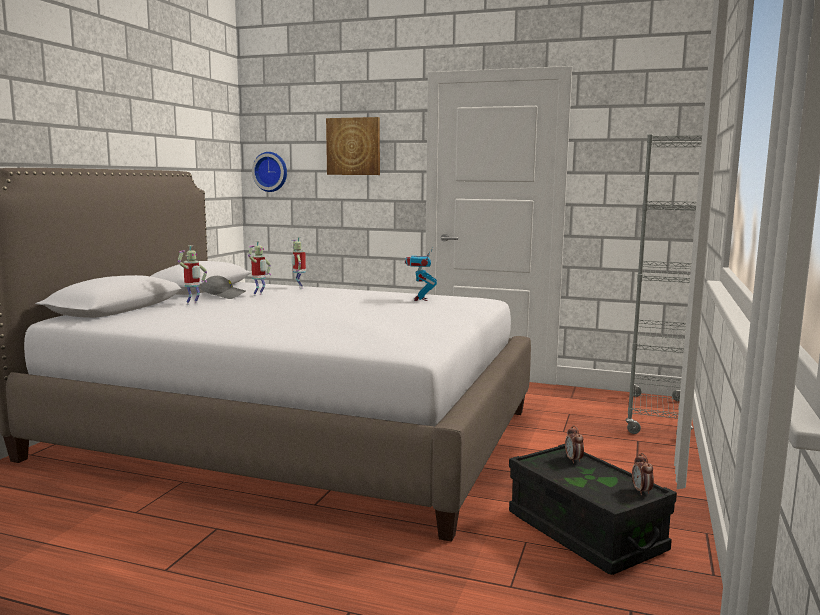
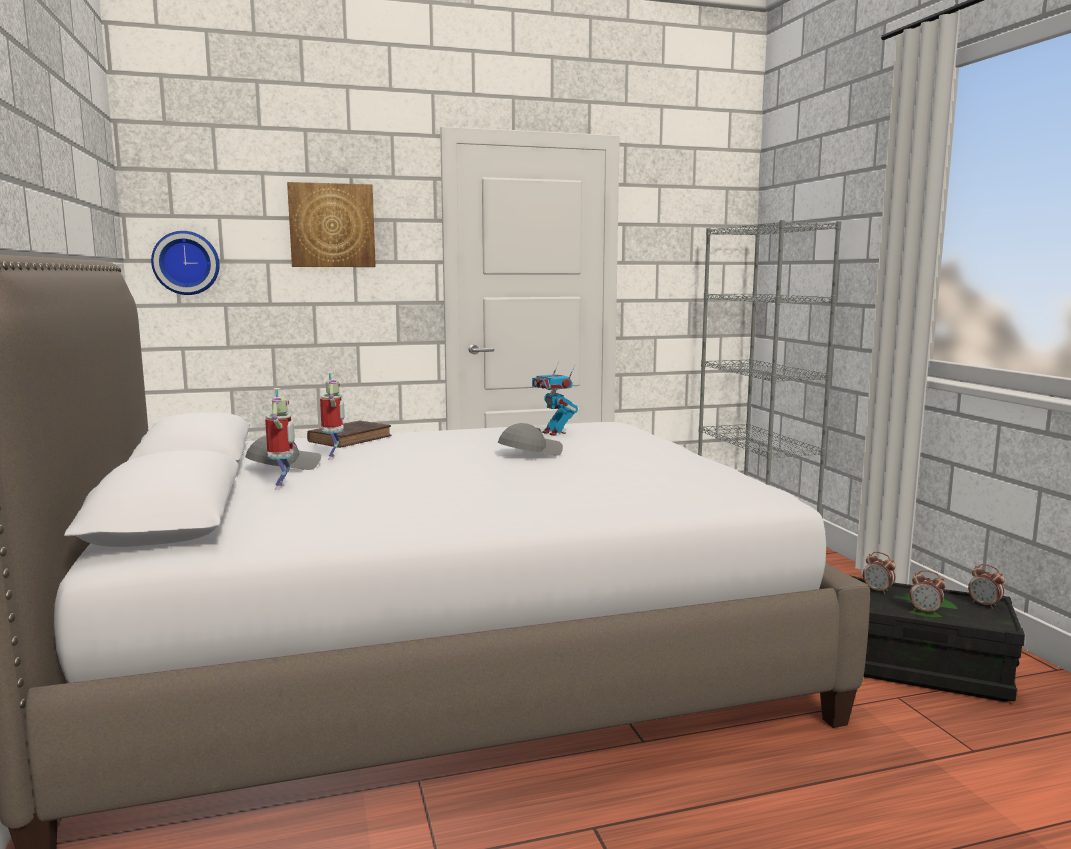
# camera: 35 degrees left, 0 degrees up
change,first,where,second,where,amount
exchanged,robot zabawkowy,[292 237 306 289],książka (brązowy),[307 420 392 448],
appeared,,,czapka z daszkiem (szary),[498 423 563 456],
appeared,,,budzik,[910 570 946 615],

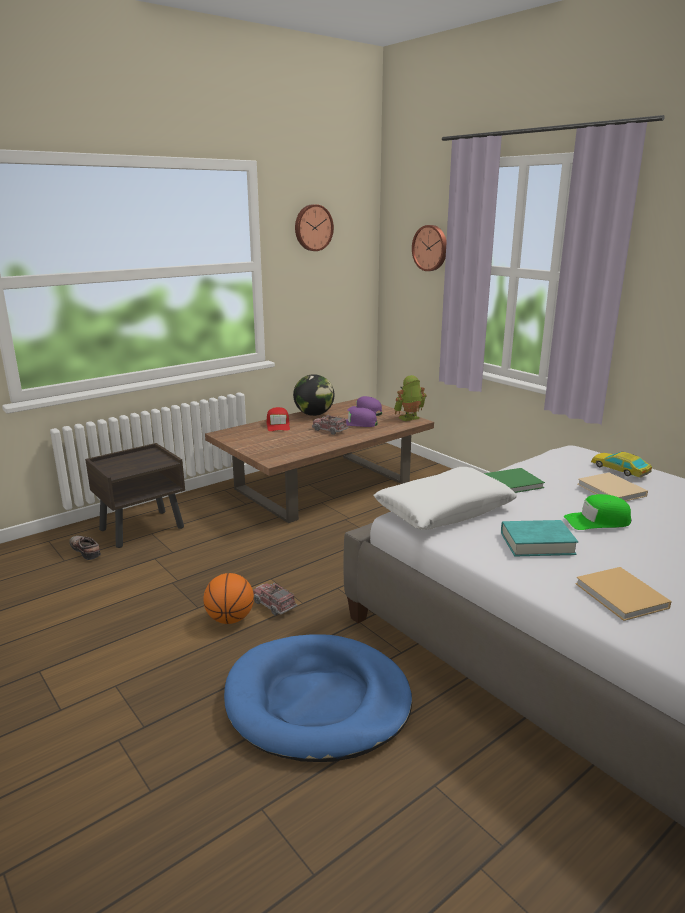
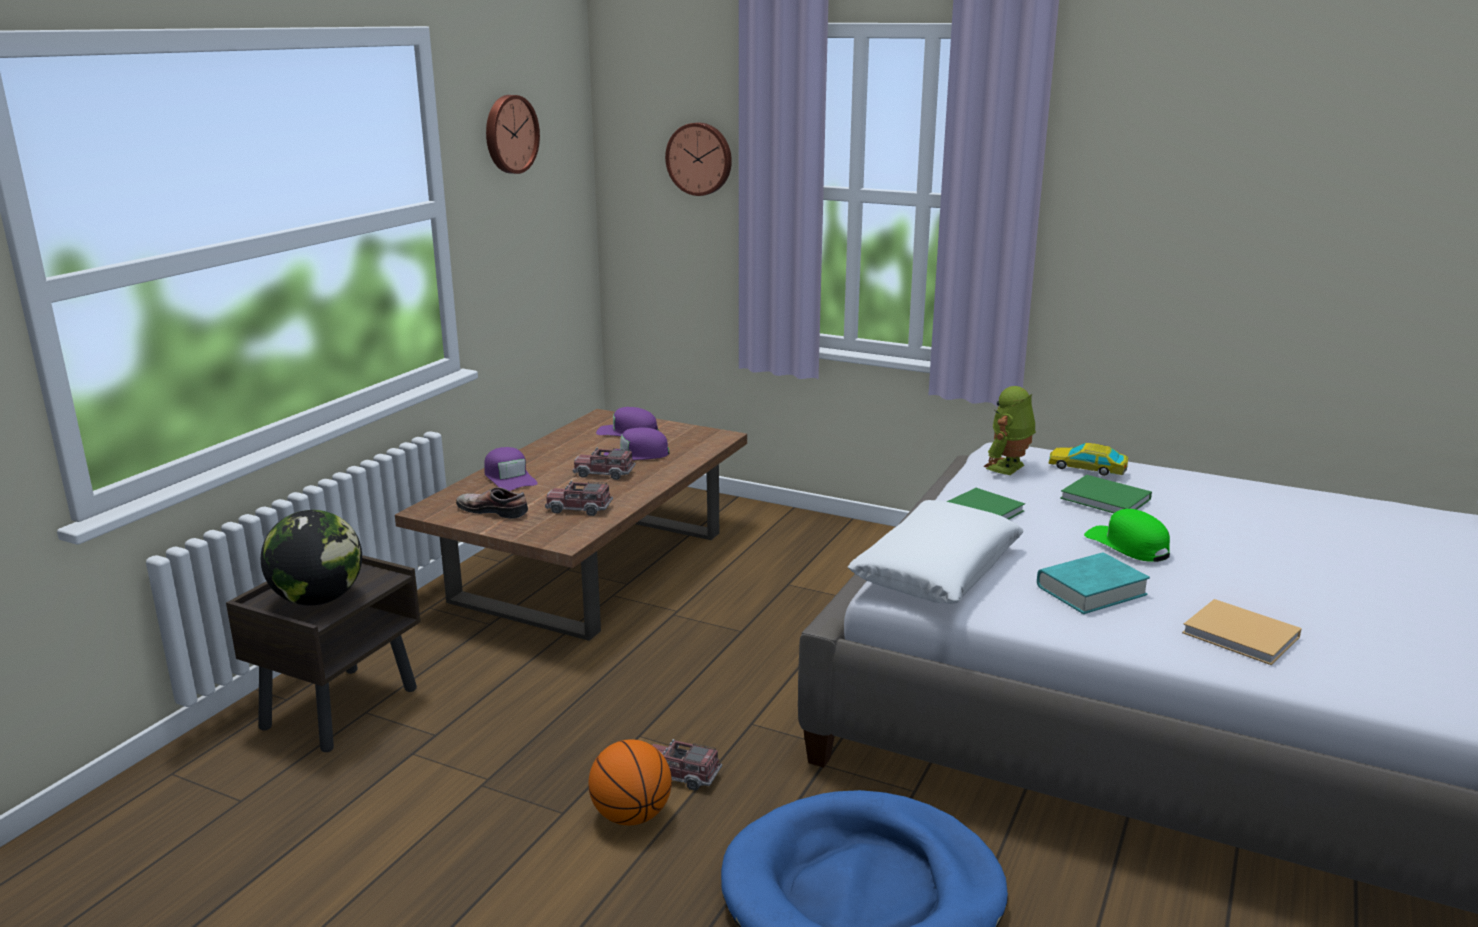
# camera: 25 degrees left, 0 degrees up
change,first,where,second,where,amount
relocated,but,[70 536 101 560],,[456 487 528 518],
colour,czapka z daszkiem (czerwony),[267 407 290 431],czapka z daszkiem (fioletowy),[484 447 538 491],
relocated,globus,[293 374 334 416],,[261 510 362 606],
relocated,robot zabawkowy,[394 375 427 421],,[984 386 1036 475],
spun,czapka z daszkiem (zielony),[564 494 631 530],,[1084 509 1170 562],90 degrees clockwise
colour,książka (beżowy),[577 472 648 501],książka (zielony),[1060 475 1152 513],
appeared,,,ciężarówka zabawkowa,[545 480 613 516],

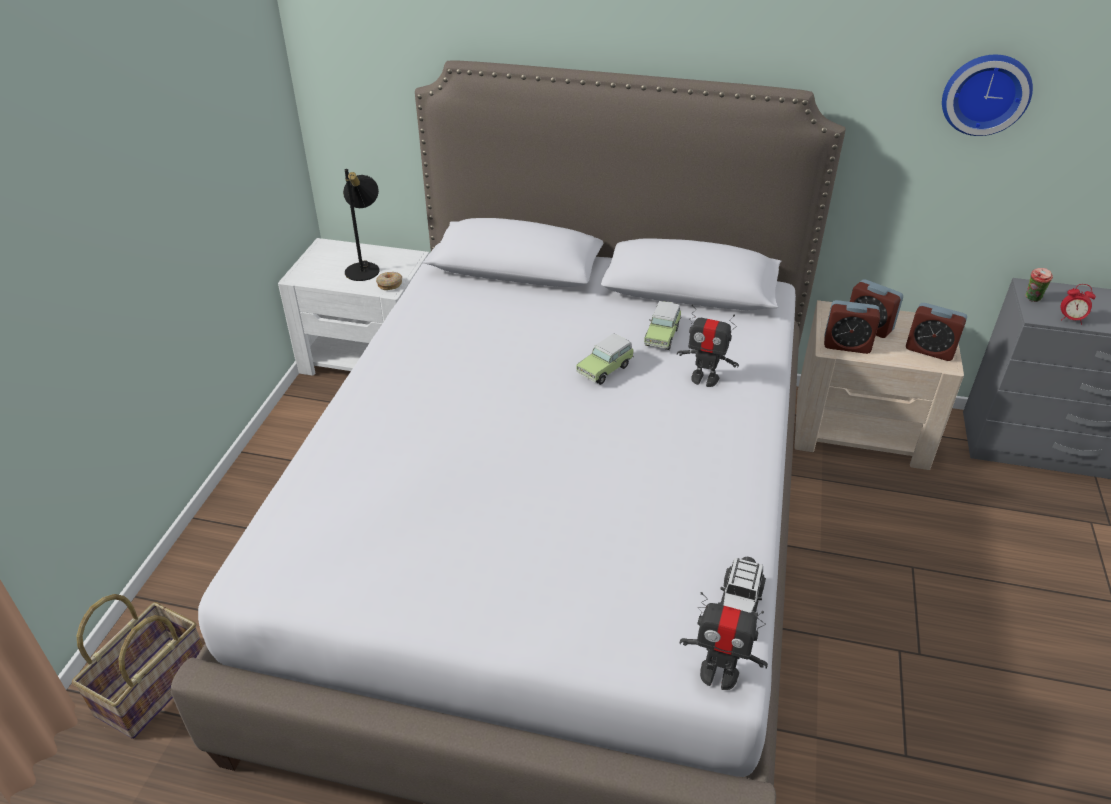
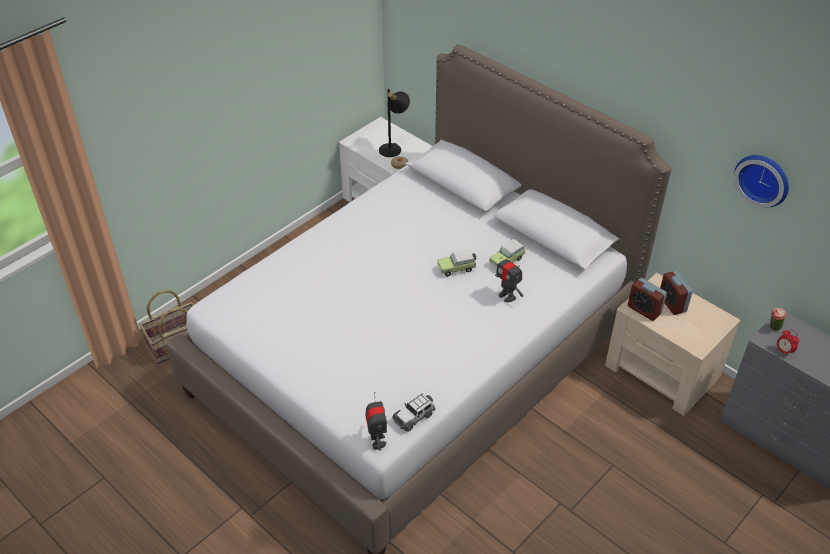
# camera: 30 degrees right, 5 degrees up
change,first,where,second,where,amount
spun,robot zabawkowy,[680 592 768 690],,[365 392 387 450],150 degrees counterclockwise
missing,budzik,[906 303 967 361],,,

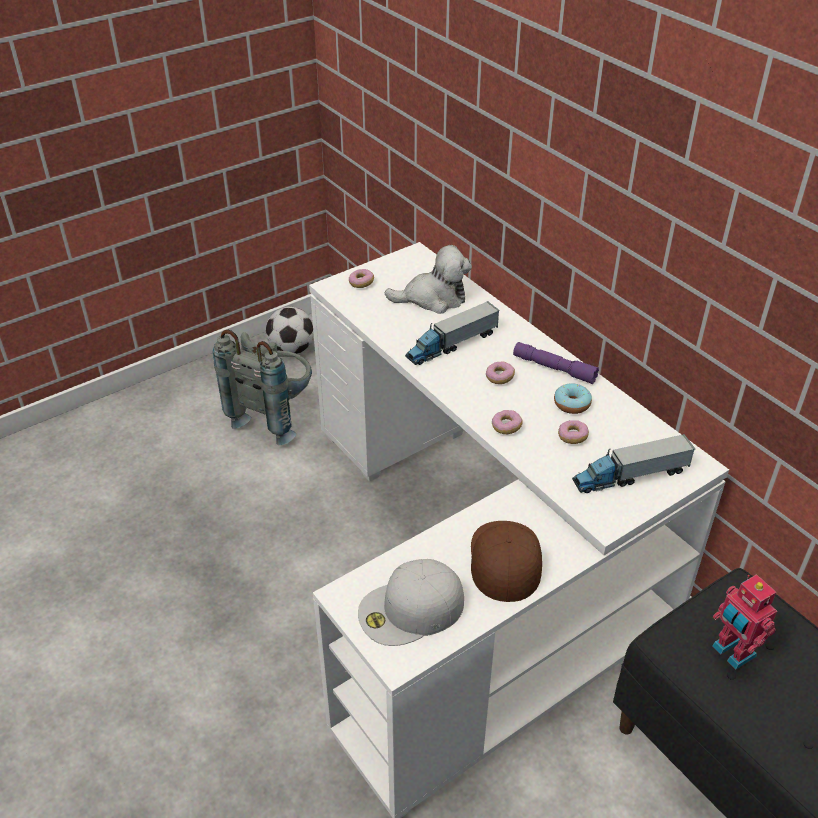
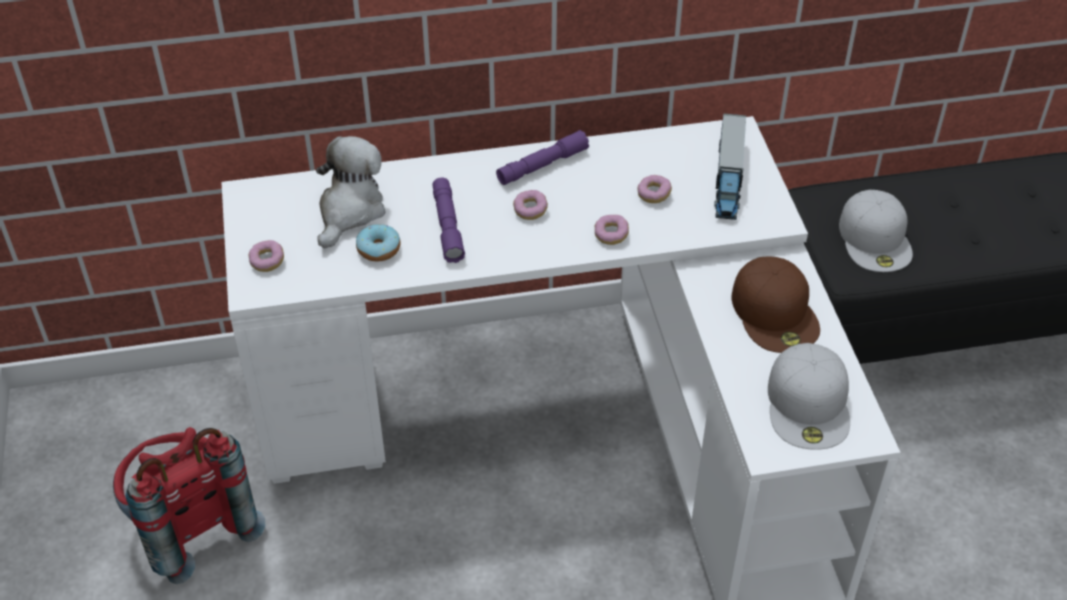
# camera: 65 degrees left, 5 degrees up
change,first,where,second,where,amount
colour,plecak (szary),[213 330 312 445],plecak (czerwony),[113 427 265 584],
missing,piłka futbolowa,[266 306 314 354],,,
exchanged,ciężarówka zabawkowa,[405 301 500 365],latarka (fioletowy),[432 178 465 263],
spun,czapka z daszkiem (brązowy),[471 521 542 602],,[731 256 820 353],135 degrees counterclockwise
relocated,donut,[554 383 592 414],,[356 224 401 261],
exchanged,robot zabawkowy,[712 574 777 670],czapka z daszkiem (biały),[839 190 913 272],

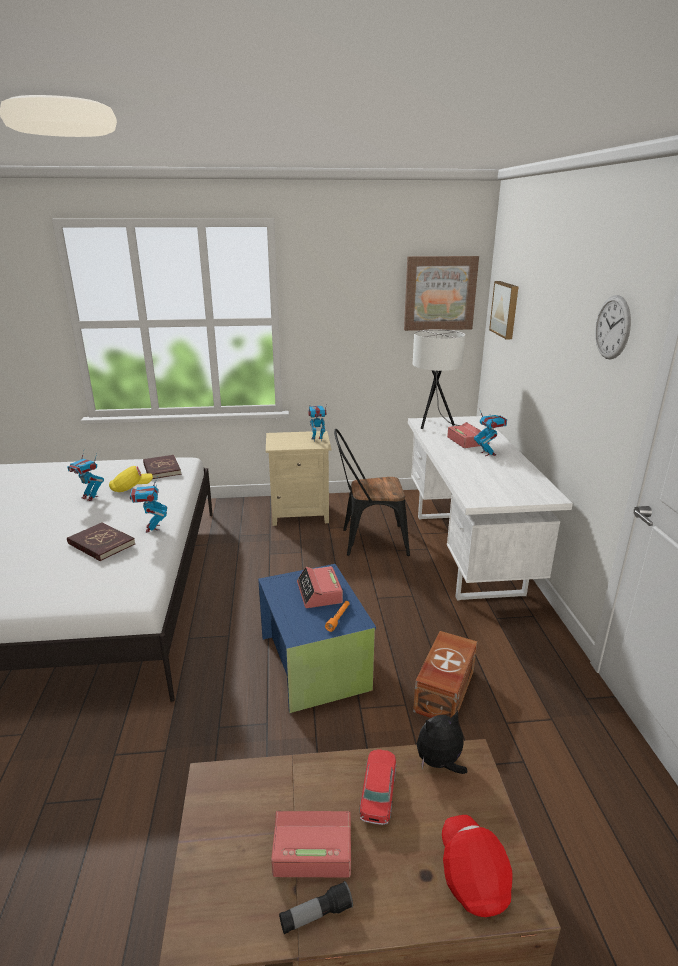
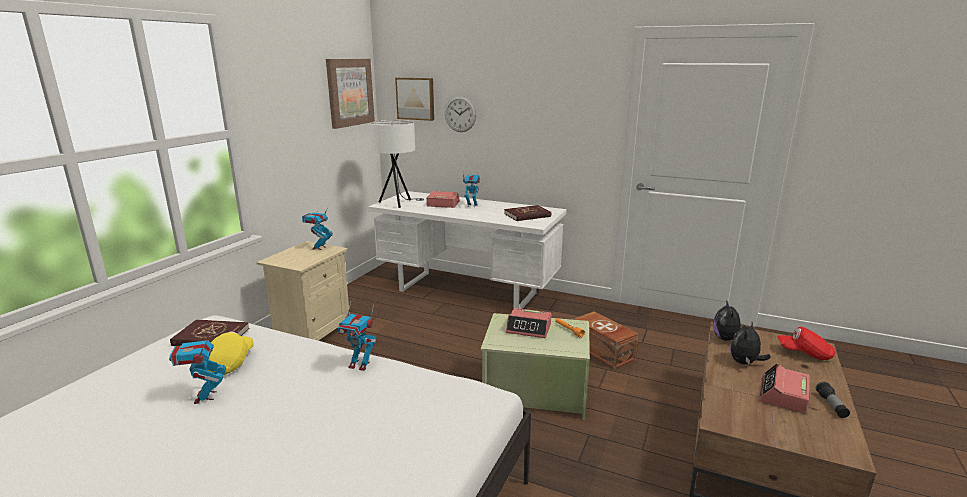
# camera: 60 degrees left, 5 degrees down
change,first,where,second,where,amount
spun,robot zabawkowy,[67 451 104 501],,[169 329 226 404],105 degrees clockwise
relocated,książka (czerwony),[67 522 135 561],,[504 205 551 221],
colour,pojemnik do przechowywania (niebieski),[258 564 376 713],pojemnik do przechowywania (zielony),[481 313 590 420],
missing,krzesło (czarny),[334 429 410 556],,,
exchanged,samochodzik,[359 749 396 825],pluszak,[730 322 771 365],
relocated,zegar ścienny,[595 295 631 360],,[445 96 477 132],

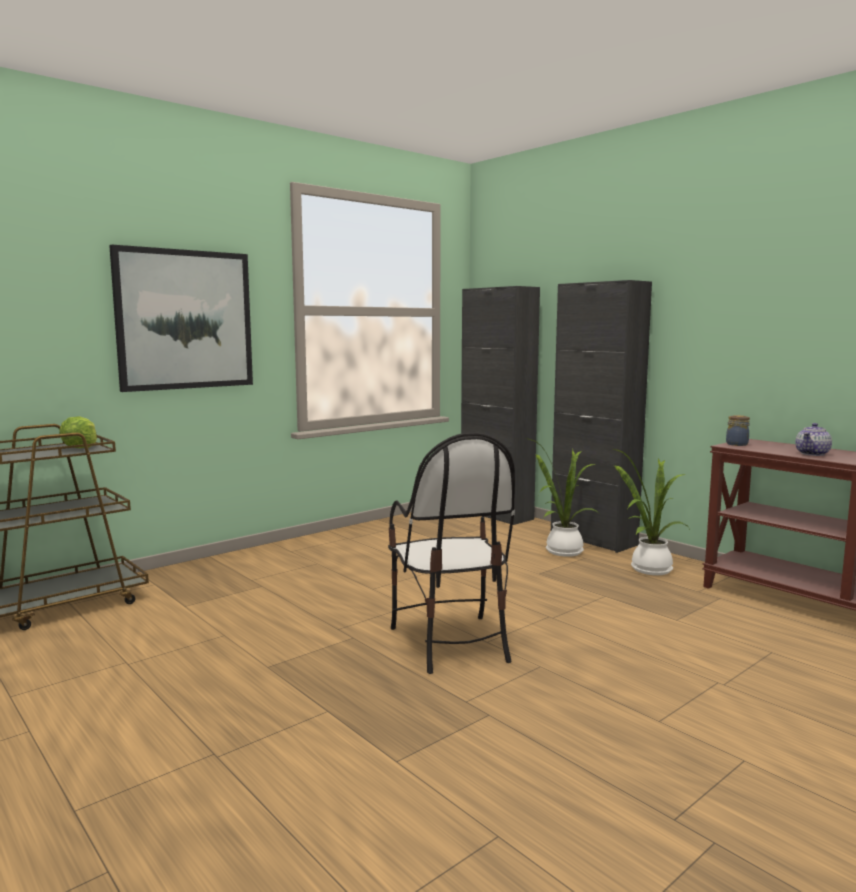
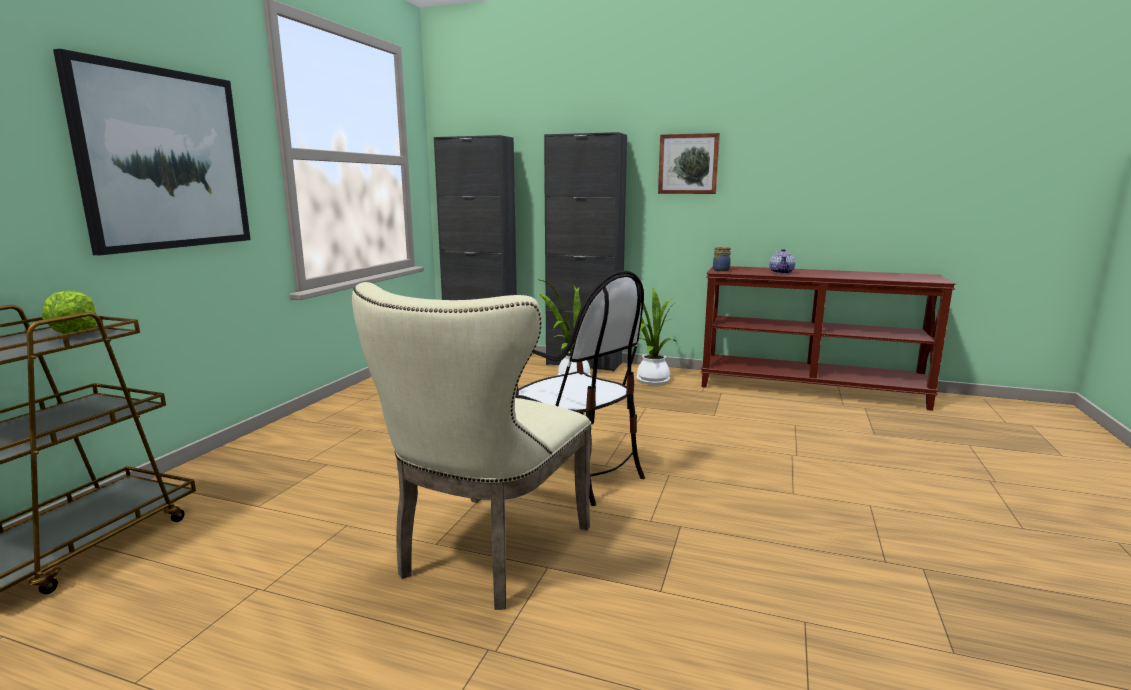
# camera: 30 degrees left, 5 degrees up
change,first,where,second,where,amount
appeared,,,krzesło (beżowy),[352 282 592 610],
appeared,,,obraz,[658 133 720 194],

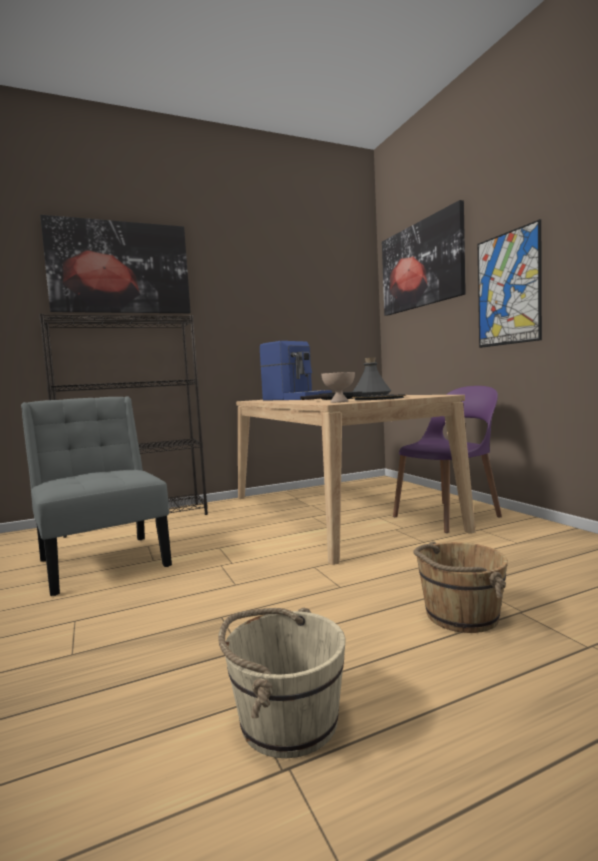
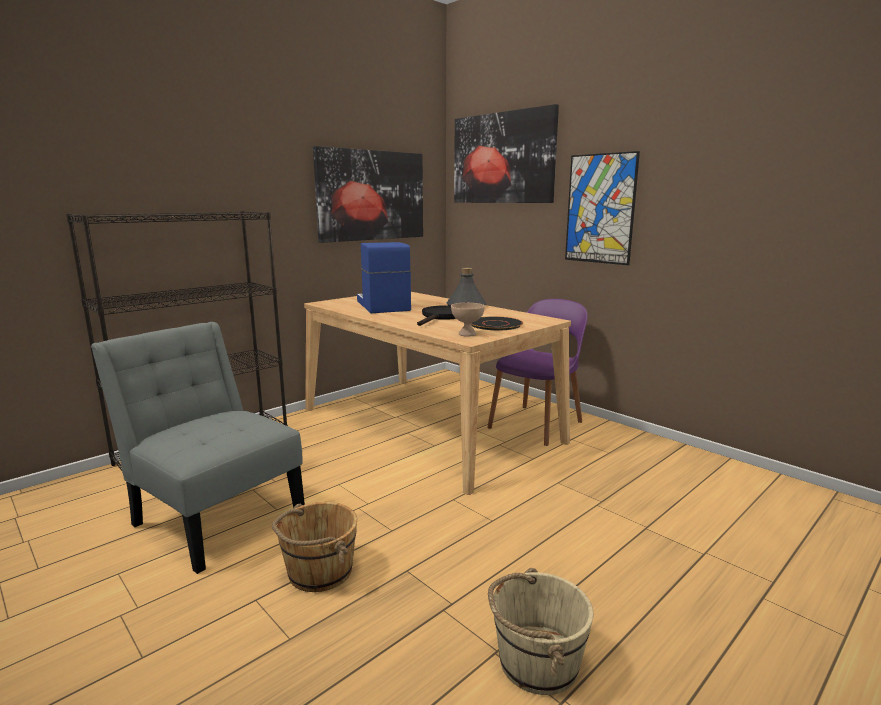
# camera: 20 degrees left, 10 degrees up
change,first,where,second,where,amount
relocated,obraz,[40 215 191 313],,[313 146 423 243],
spun,ekspres do kawy,[260 341 332 401],,[357 242 411 313],135 degrees counterclockwise
relocated,wiadro (brązowy),[413 542 508 633],,[272 502 357 592],

